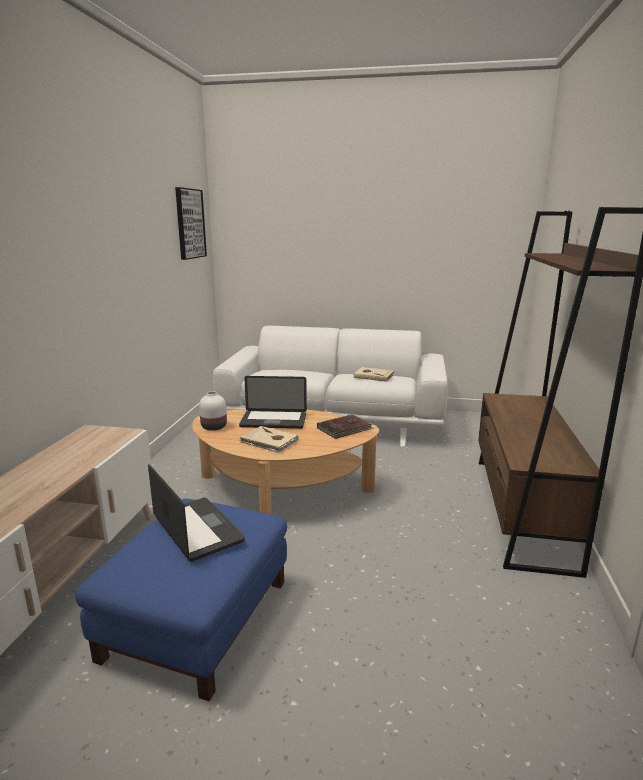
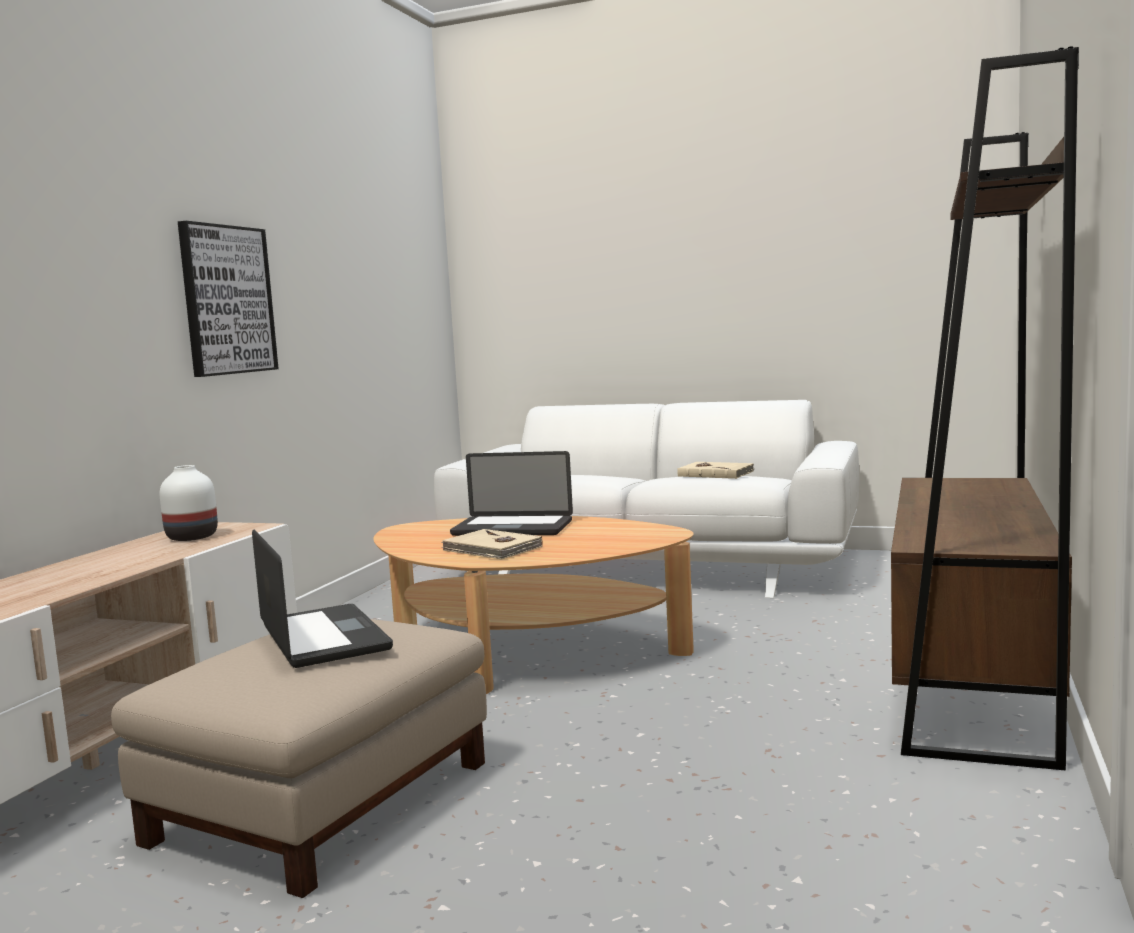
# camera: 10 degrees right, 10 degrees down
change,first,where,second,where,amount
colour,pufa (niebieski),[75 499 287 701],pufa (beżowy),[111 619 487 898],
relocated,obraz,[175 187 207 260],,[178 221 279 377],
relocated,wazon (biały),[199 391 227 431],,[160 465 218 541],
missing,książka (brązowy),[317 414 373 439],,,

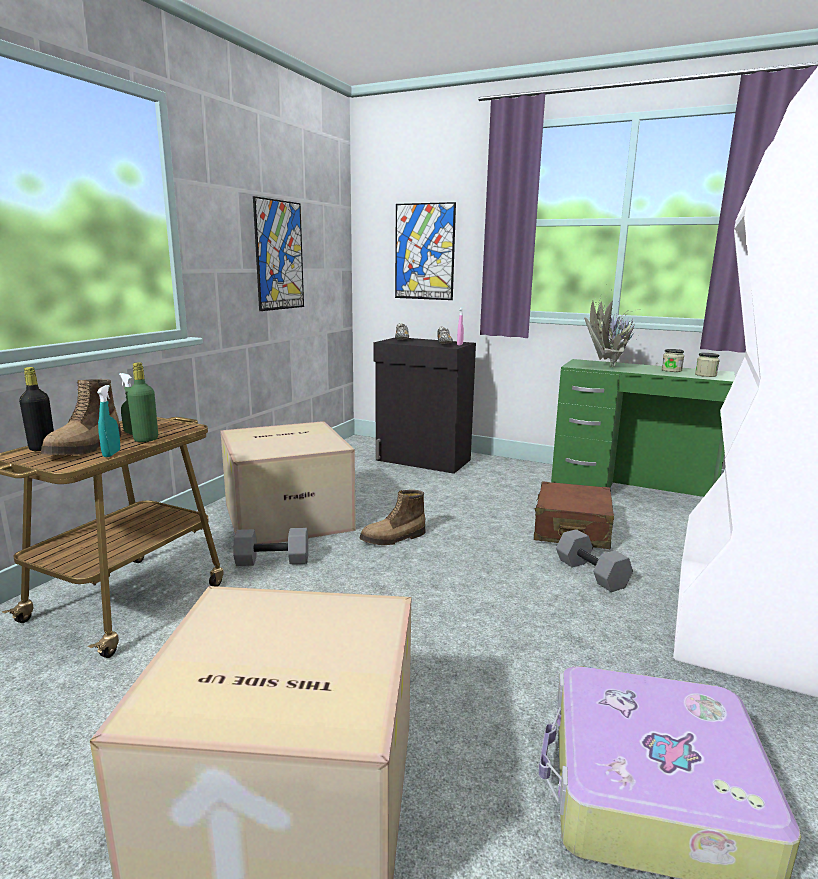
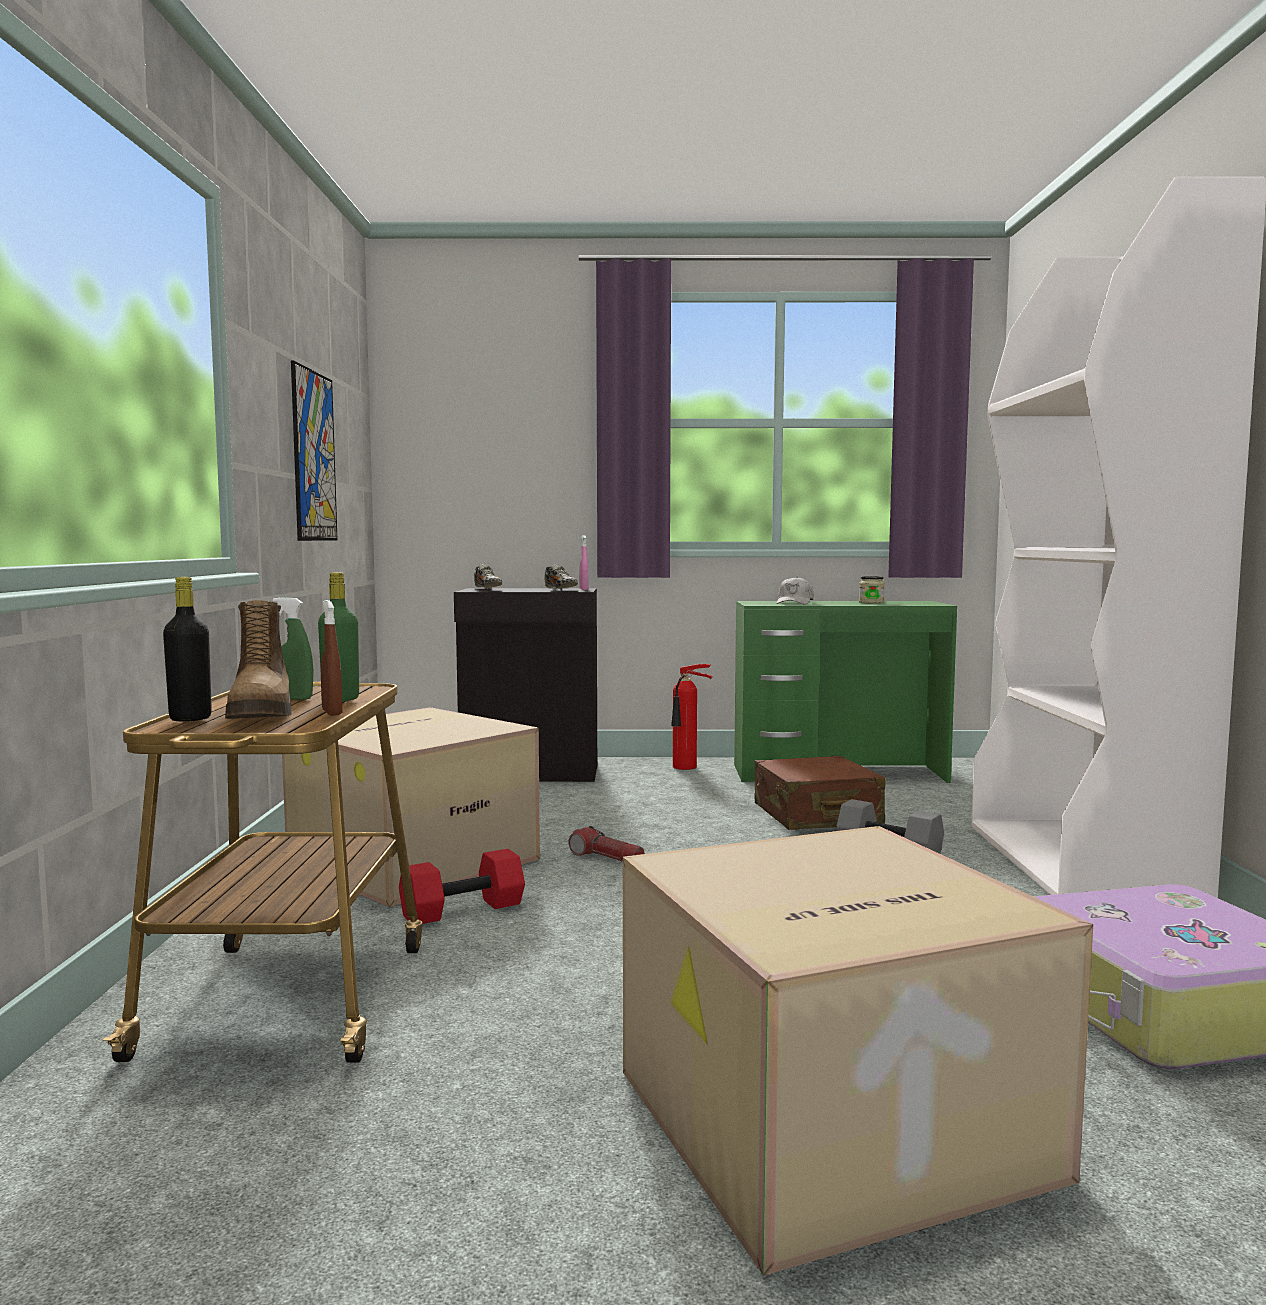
# camera: 25 degrees left, 10 degrees down
change,first,where,second,where,amount
colour,spryskiwacz (turkusowy),[97 385 120 457],spryskiwacz (brązowy),[321 600 342 716],
colour,hantel (szary),[233 528 308 566],hantel (czerwony),[399 849 525 924],
exchanged,but z cholewką,[360 490 426 545],latarka,[568 826 645 862],
missing,obraz,[395 202 456 300],,,
exchanged,roślina doniczkowa,[584 289 658 368],czapka z daszkiem (biały),[776 576 814 605],
missing,słoik,[695 353 720 377],,,
appeared,,,gaśnica,[671 664 712 770],

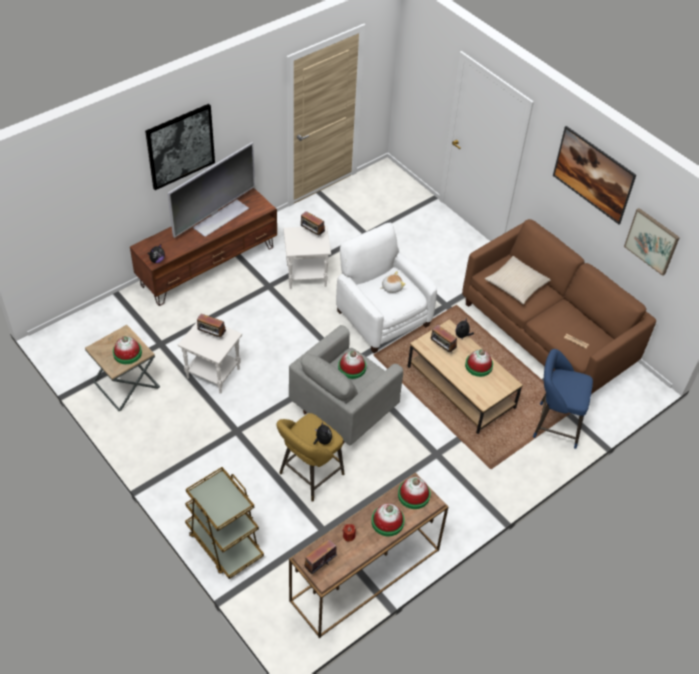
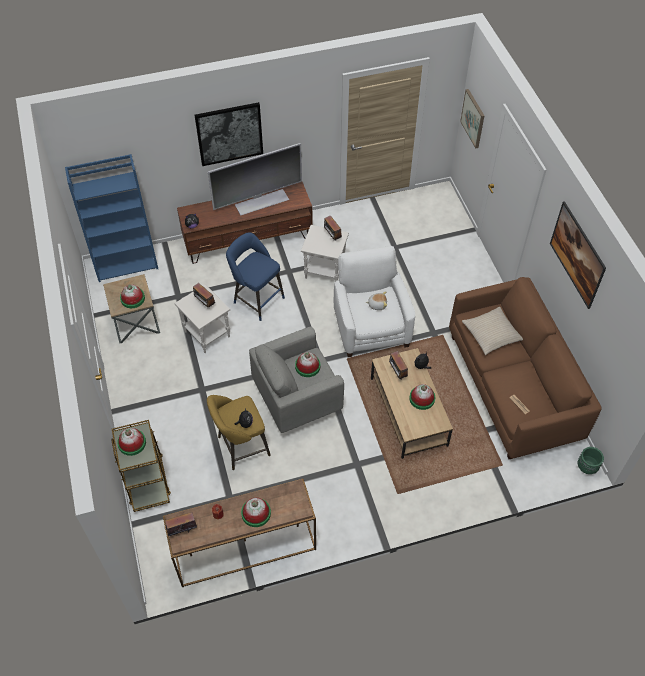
# camera: 25 degrees right, 5 degrees up
change,first,where,second,where,amount
relocated,kapelusz,[398 477 430 509],,[117 428 146 456],
relocated,stołek (niebieski),[533 349 593 449],,[226 232 285 321],
relocated,obraz,[624 208 680 276],,[460 89 484 148],
appeared,,,regał (niebieski),[65 154 158 282],
appeared,,,donica (zielony),[578 447 604 474],

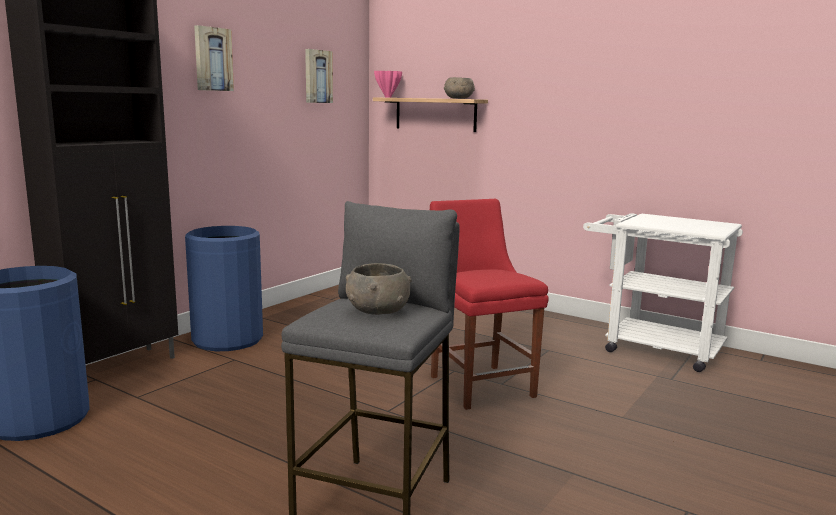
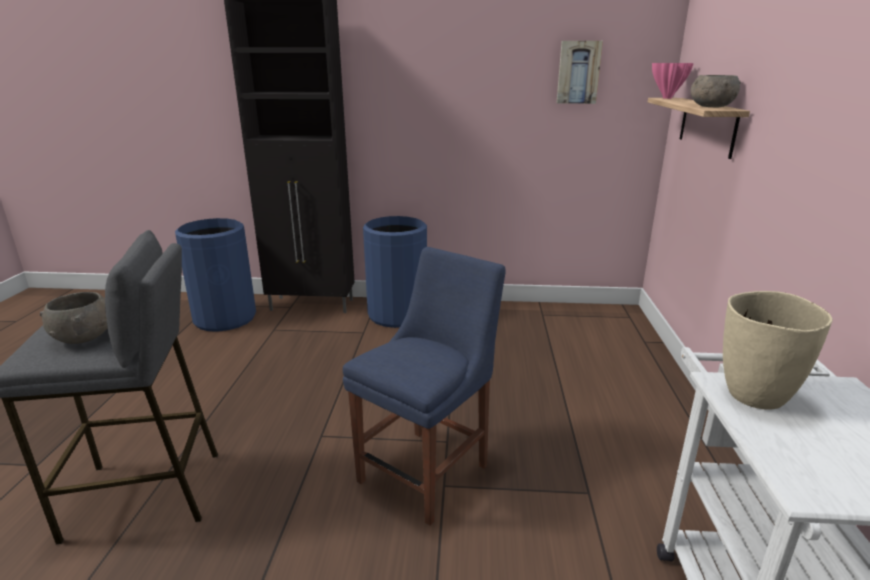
# camera: 60 degrees right, 10 degrees up
change,first,where,second,where,amount
missing,obraz,[194 25 234 91],,,
colour,krzesło (czerwony),[430 199 549 410],krzesło (niebieski),[343 247 505 526],
appeared,,,wazon (beżowy),[723 291 833 410],

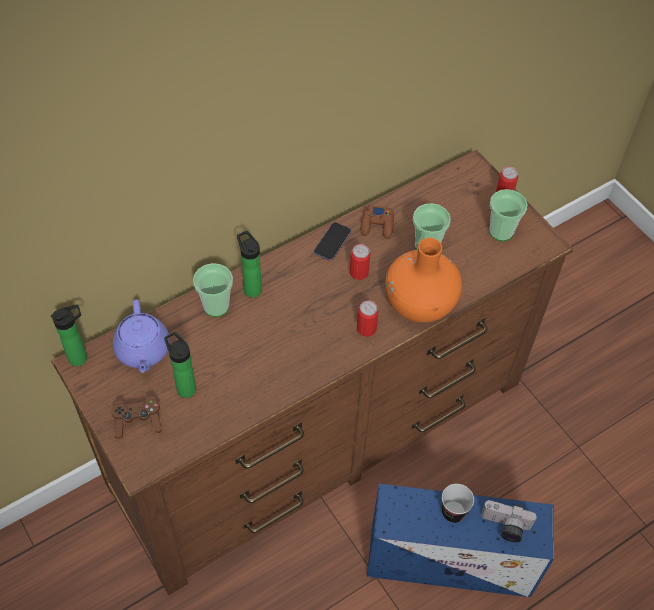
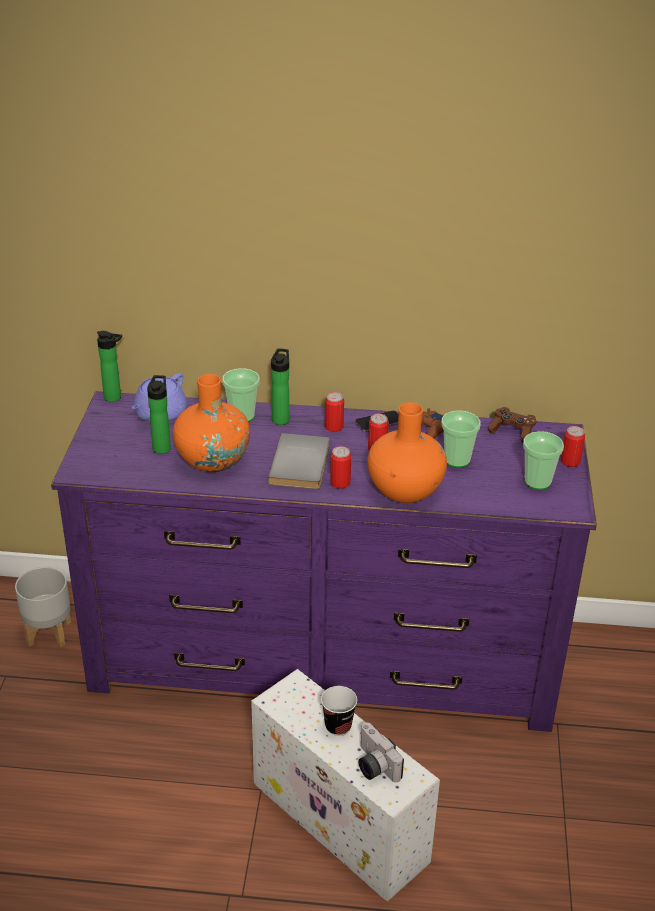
# camera: 40 degrees right, 20 degrees down
change,first,where,second,where,amount
colour,komoda (brązowy),[51 150 573 595],komoda (fioletowy),[51 391 597 732],
relocated,pad do gier (brązowy),[111 396 162 439],,[488 407 536 443],
colour,pojemnik do przechowywania (niebieski),[367 483 554 597],pojemnik do przechowywania (biały),[251 669 440 902],
appeared,,,donica (szary),[15 567 71 647],
appeared,,,wazon (pomarańczowy),[173 374 250 472],
appeared,,,książka (szary),[268 433 330 489],
appeared,,,puszka,[325 392 344 432],

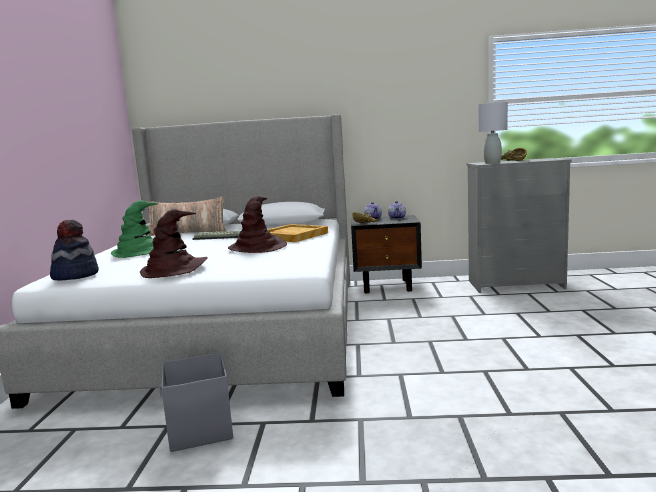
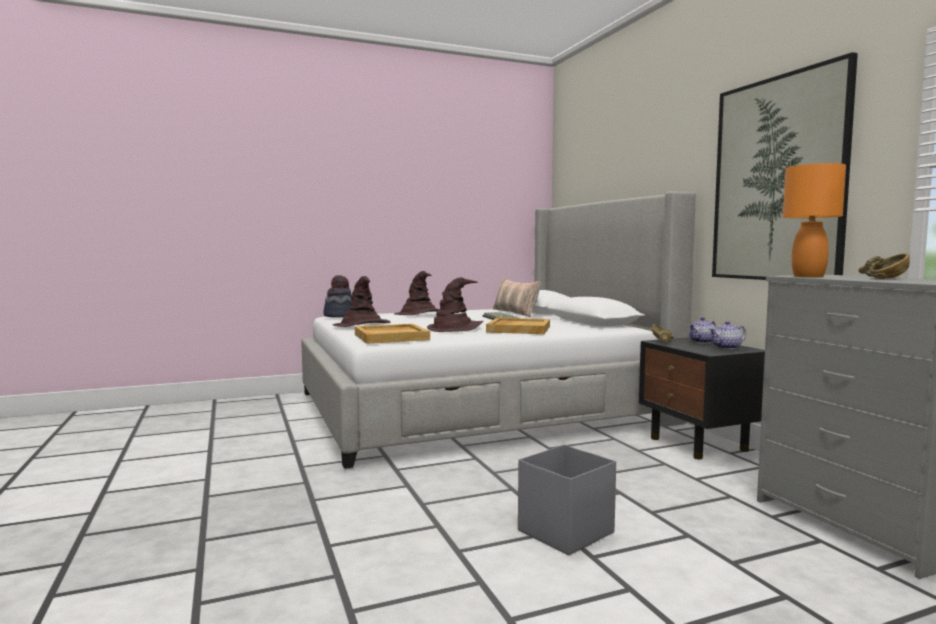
# camera: 65 degrees right, 5 degrees down
change,first,where,second,where,amount
colour,kapelusz (zielony),[111 200 159 258],kapelusz (brązowy),[395 271 440 315],
relocated,pojemnik do przechowywania (szary),[159 352 233 452],,[518 445 616 555],
colour,lampa stołowa (szary),[478 102 508 164],lampa stołowa (pomarańczowy),[783 163 846 277],
appeared,,,taca (beżowy),[355 324 430 344],
appeared,,,obraz,[712 52 858 280],

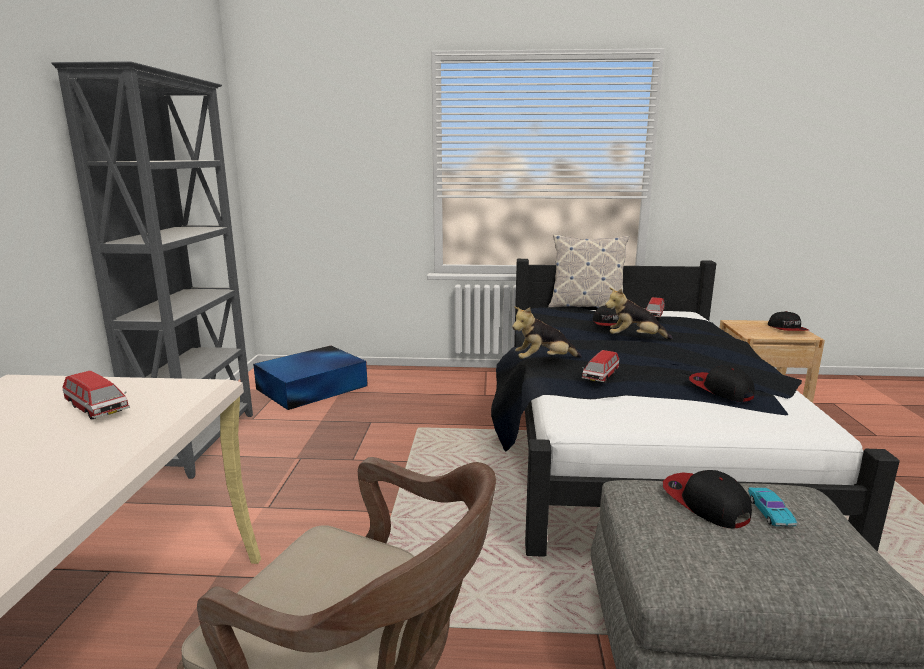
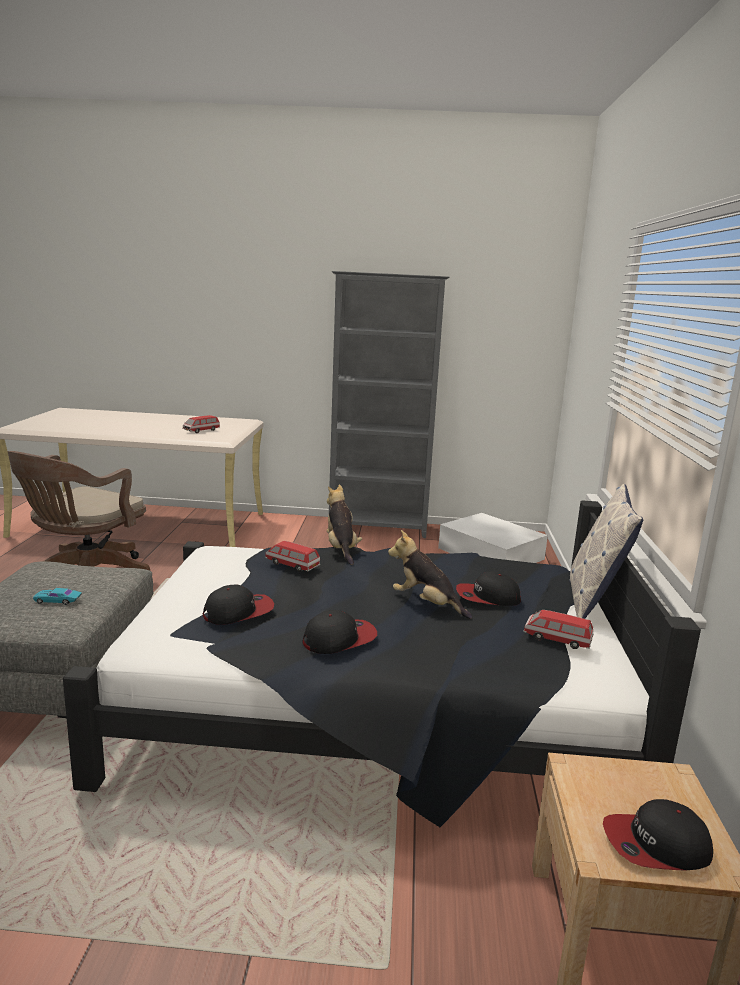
# camera: 90 degrees right, 0 degrees up
change,first,where,second,where,amount
colour,pojemnik do przechowywania (niebieski),[253 346 368 410],pojemnik do przechowywania (biały),[438 513 548 563],
spun,pluszak,[605 287 673 340],,[388 530 472 619],60 degrees counterclockwise
relocated,czapka z daszkiem,[663 470 752 529],,[302 610 377 654],

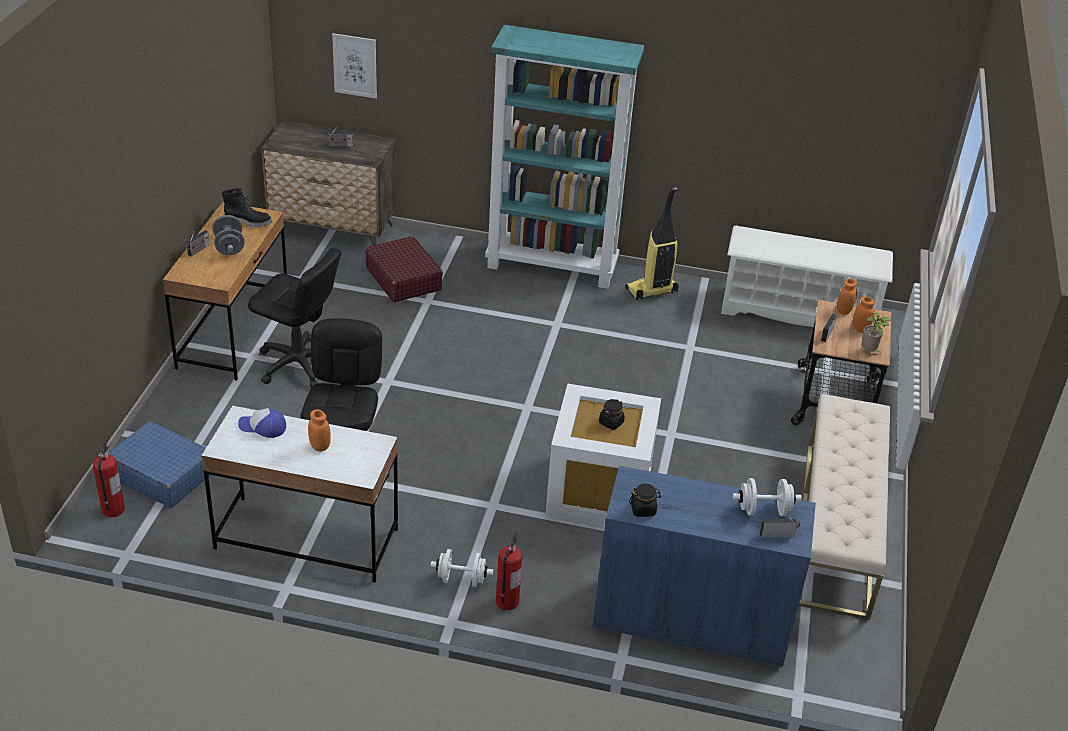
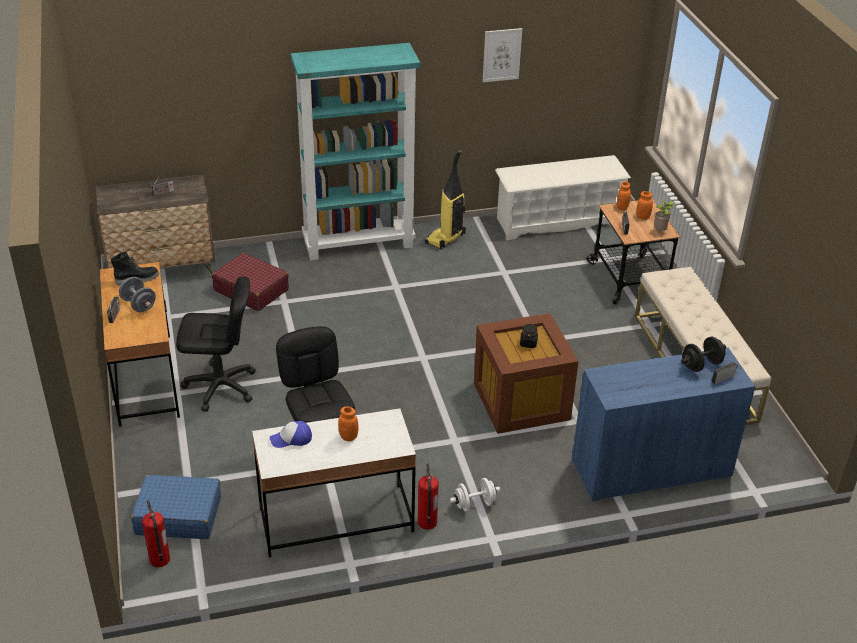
# camera: 25 degrees left, 0 degrees up
change,first,where,second,where,amount
relocated,obraz,[332 33 377 99],,[483 28 522 82],
relocated,gaśnica,[496 532 522 610],,[418 463 439 530],
colour,pojemnik do przechowywania (biały),[545 384 661 526],pojemnik do przechowywania (brązowy),[474 313 579 434],
missing,słoik (czarny),[629 483 661 517],,,
colour,hantel (biały),[732 478 802 516],hantel (czarny),[681 337 726 372],

